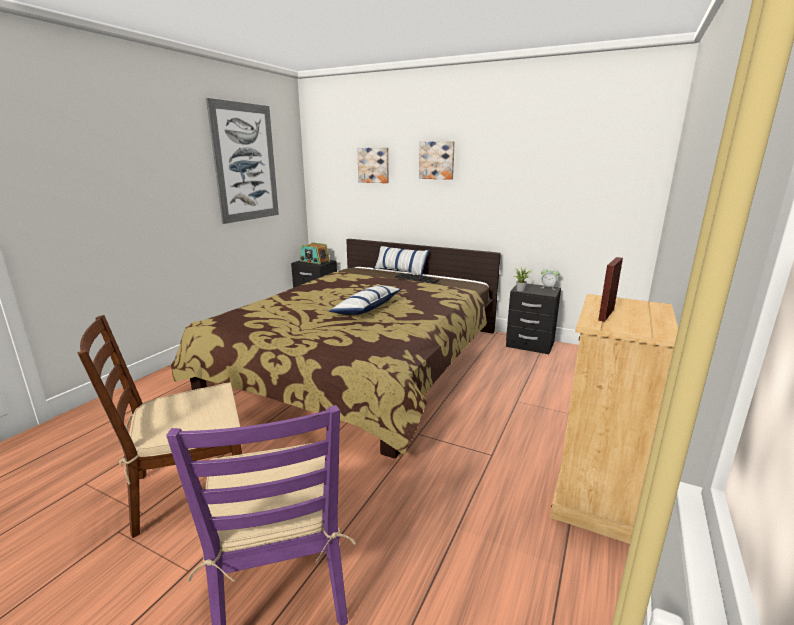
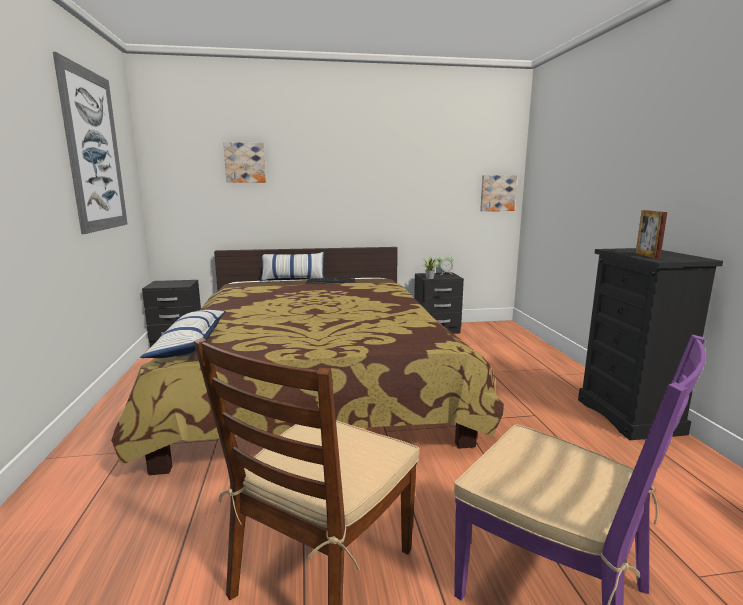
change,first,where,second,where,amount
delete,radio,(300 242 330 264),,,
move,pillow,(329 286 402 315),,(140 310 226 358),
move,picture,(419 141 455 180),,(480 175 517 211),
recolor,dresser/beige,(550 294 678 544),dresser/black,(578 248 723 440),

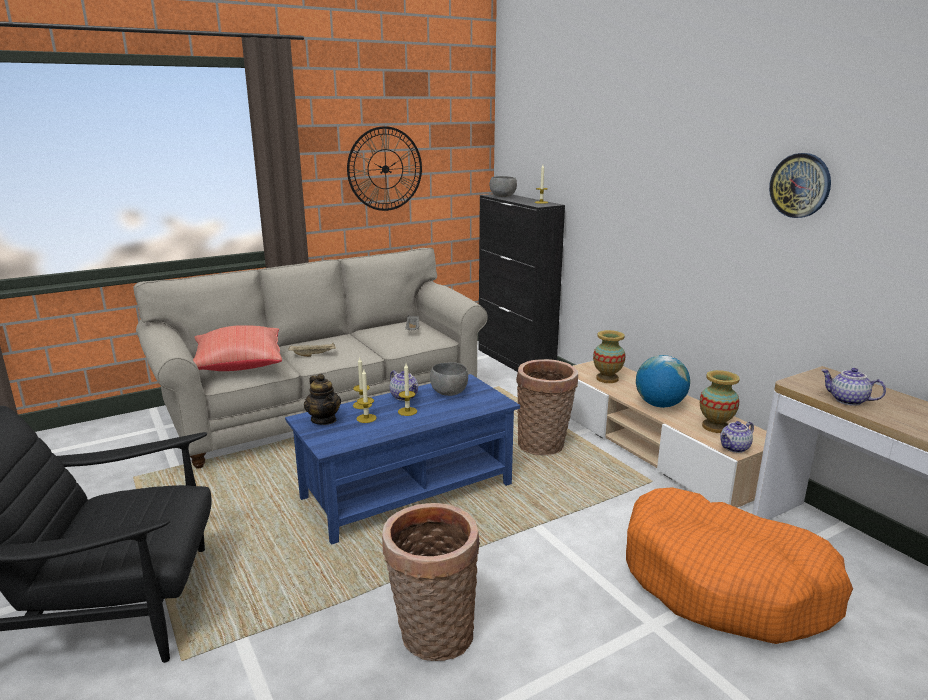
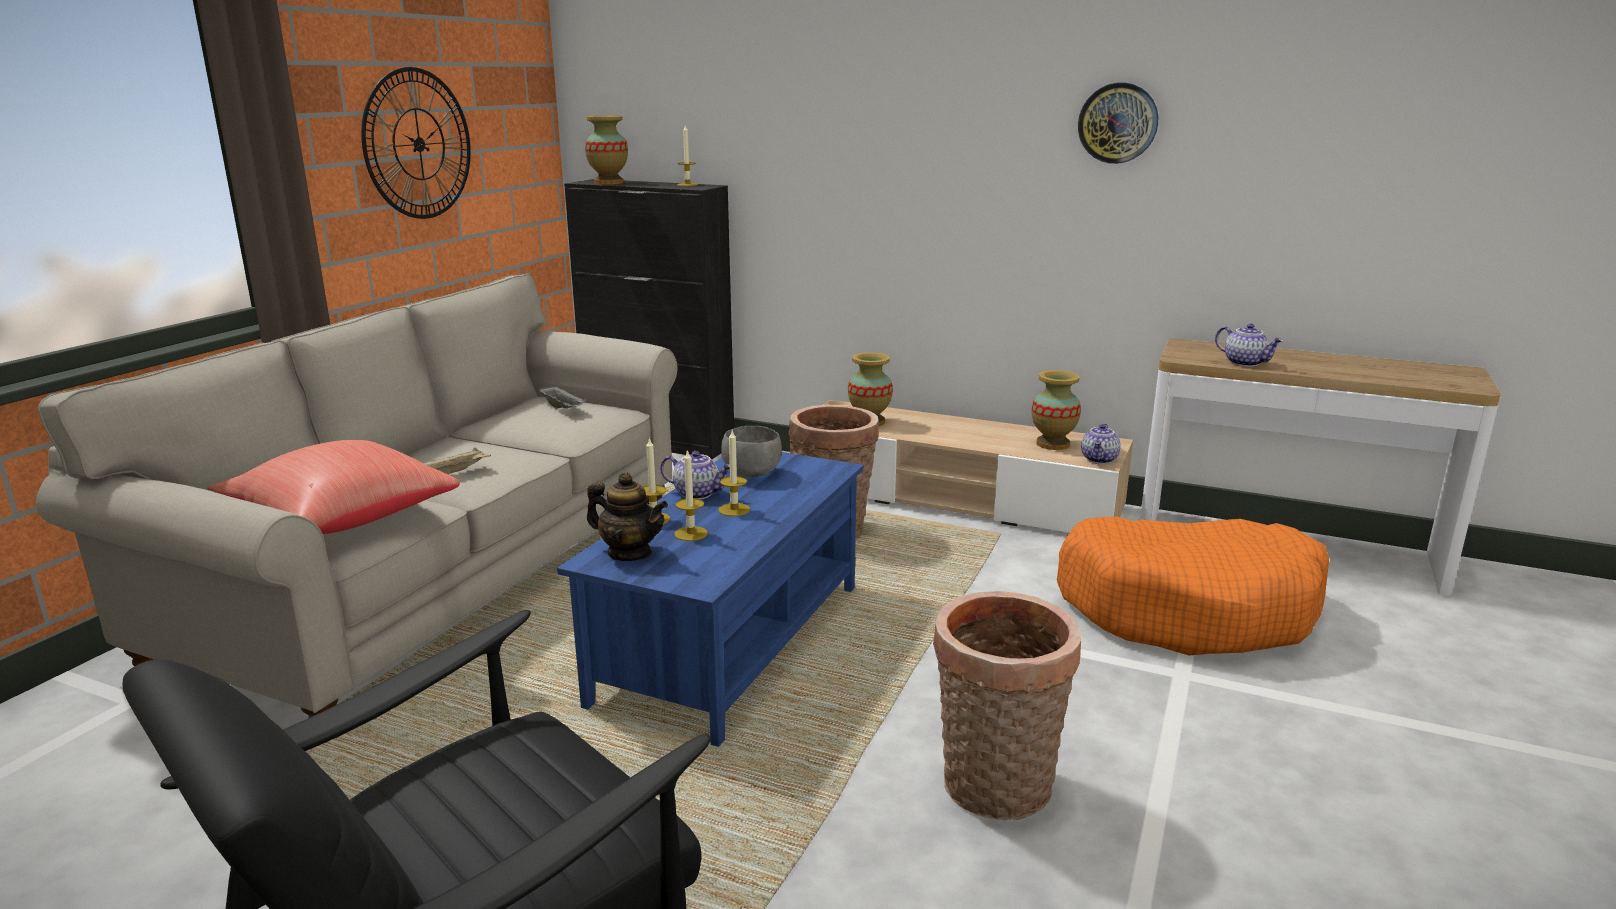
change,first,where,second,where,amount
delete,globe,(636 355 690 408),,,
replace,bowl/grey,(490 176 517 197),vase,(585 116 628 184),
rotate,teapot,(821 368 886 406),,(1215 324 1283 367),135 degrees counterclockwise

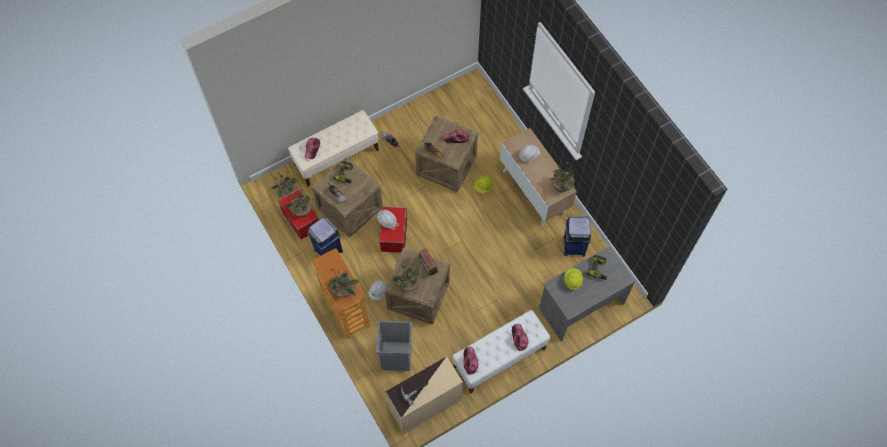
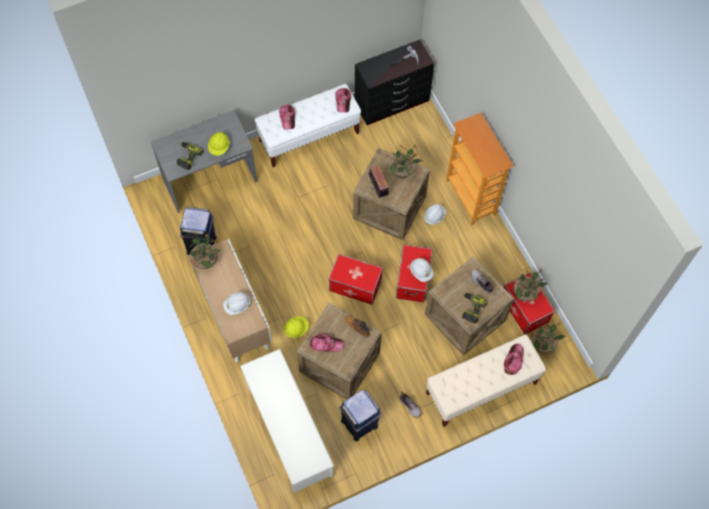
change,first,where,second,where,amount
delete,potted plant,(328 267 358 297),,,
delete,trash can/grey,(376 321 412 371),,,
insert,,,shoe rack/white,(240 349 334 493),
insert,,,storage box,(328 254 383 305),
move,trash can/blue,(307 217 343 256),,(339 389 382 442),
recolor,dresser/beige,(386 356 463 434),dresser/black,(355 40 434 125),

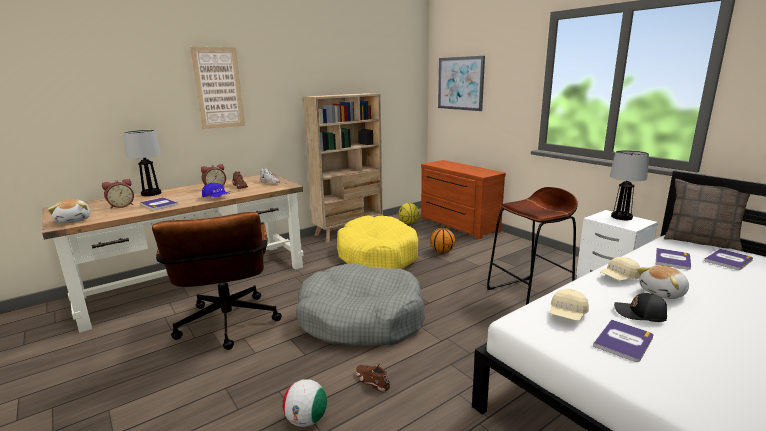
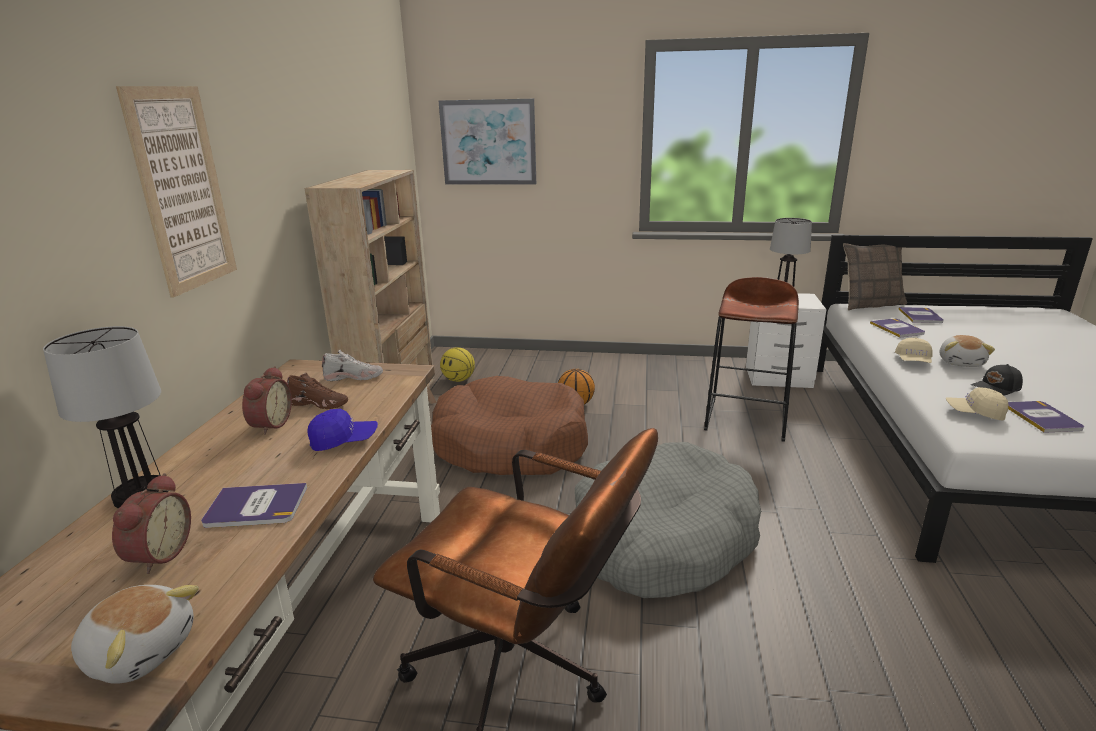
change,first,where,second,where,amount
delete,football,(283 380 327 427),,,
delete,shoe/brown,(356 364 390 392),,,
delete,dresser/brown,(421 160 506 239),,,
recolor,dog bed/yellow,(337 215 418 269),dog bed/brown,(431 376 588 475),
rotate,cap/beige,(550 289 589 321),,(946 387 1008 421),120 degrees clockwise

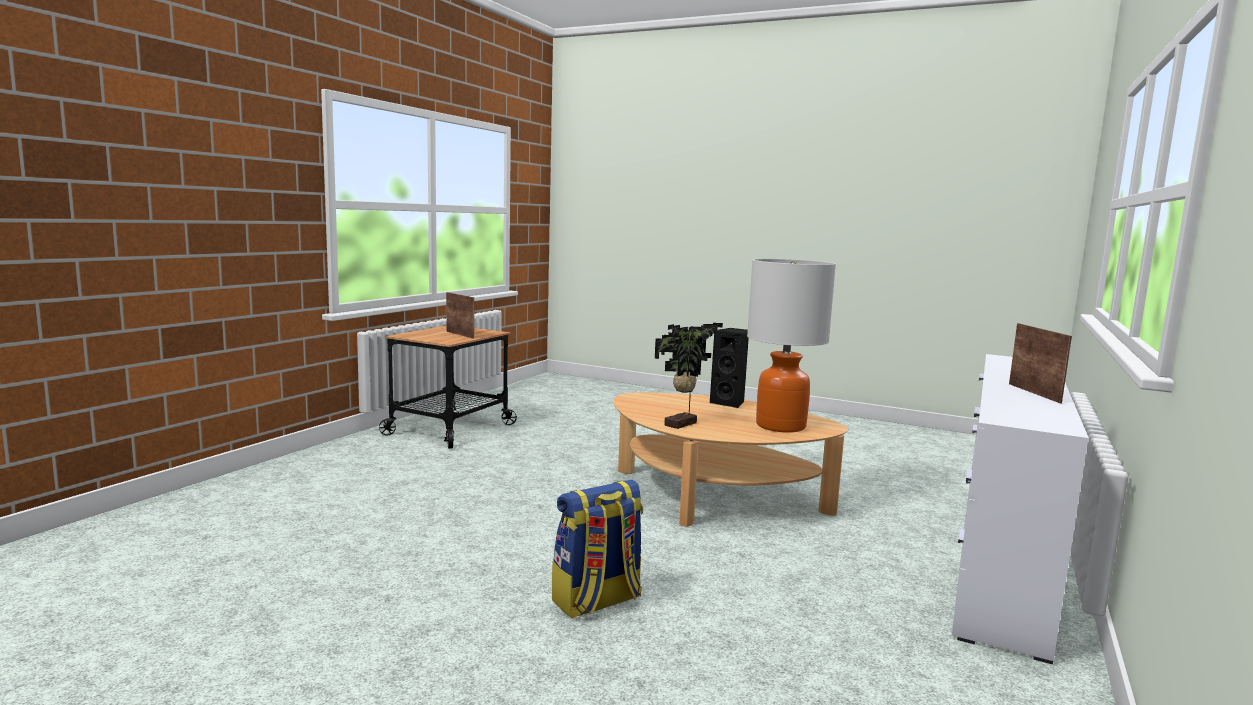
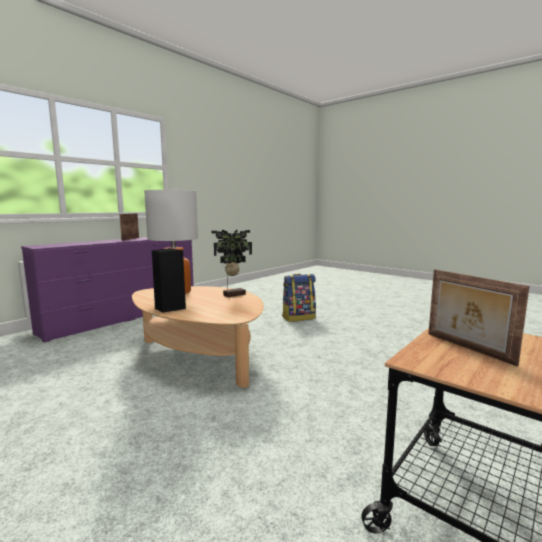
change,first,where,second,where,amount
recolor,dresser/white,(952 354 1089 665),dresser/purple,(21 237 194 343),

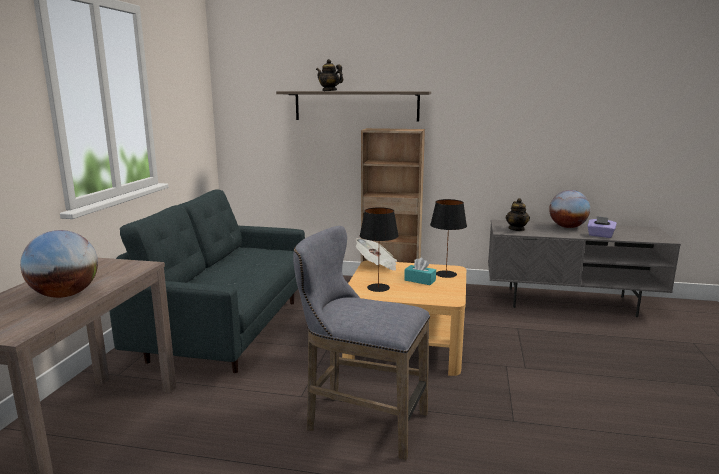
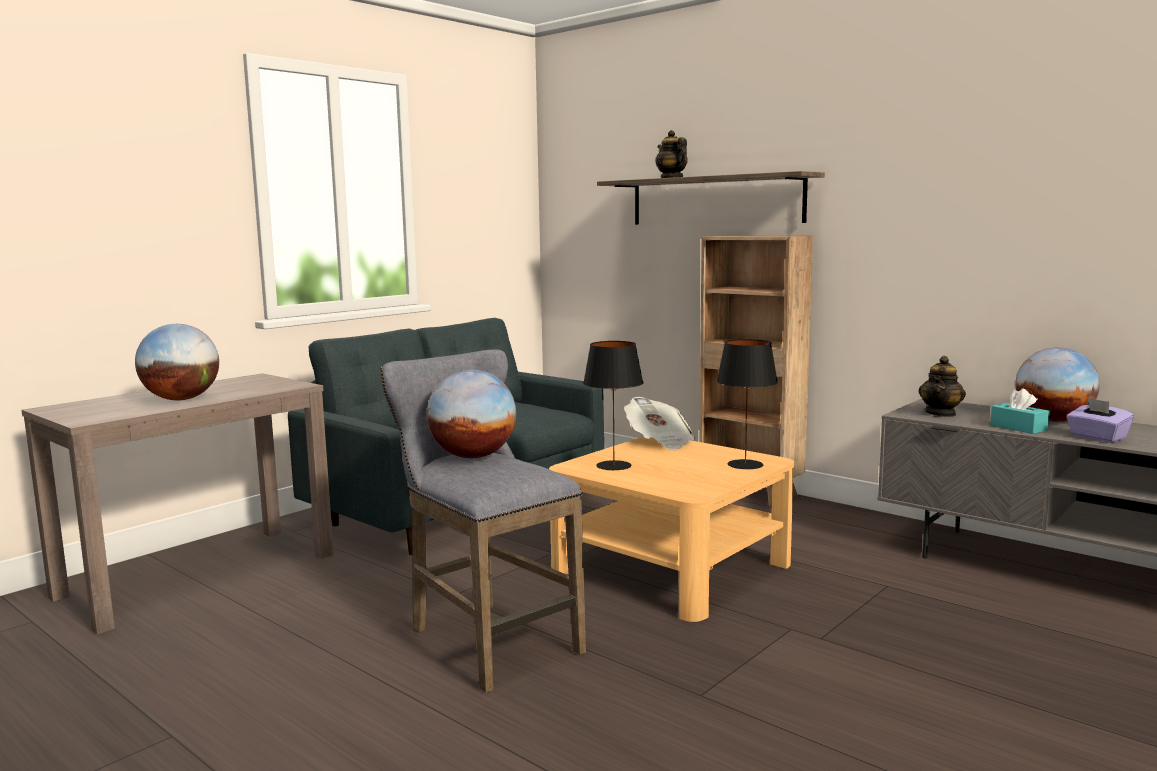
change,first,where,second,where,amount
insert,,,globe,(427 370 516 458),
move,tissue box/turquoise,(404 258 436 285),,(990 389 1050 434),

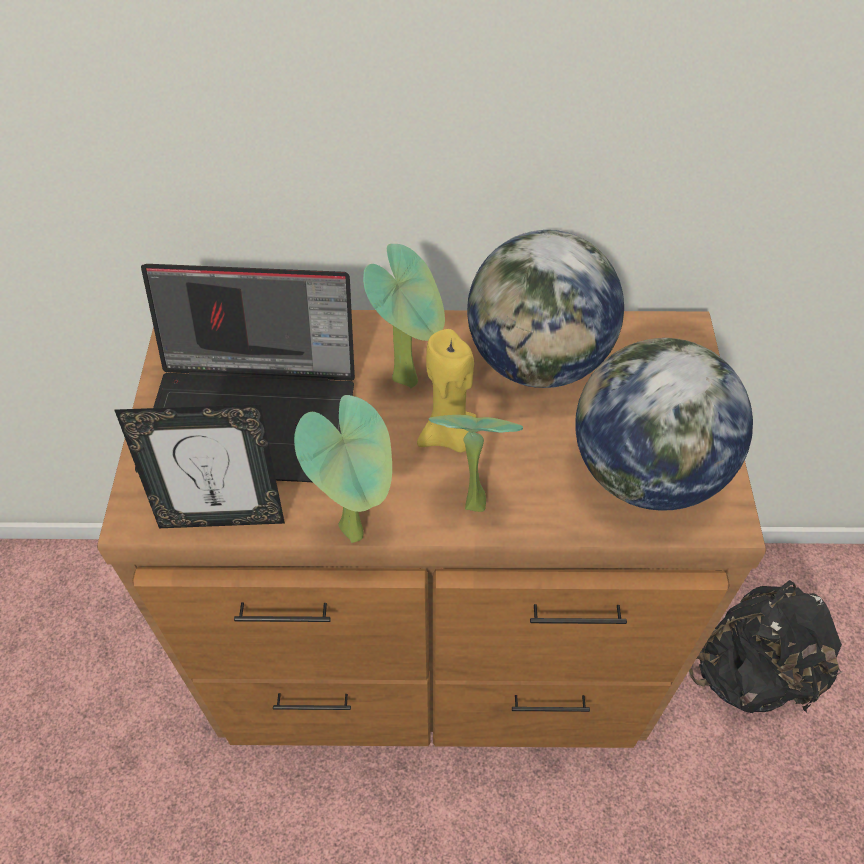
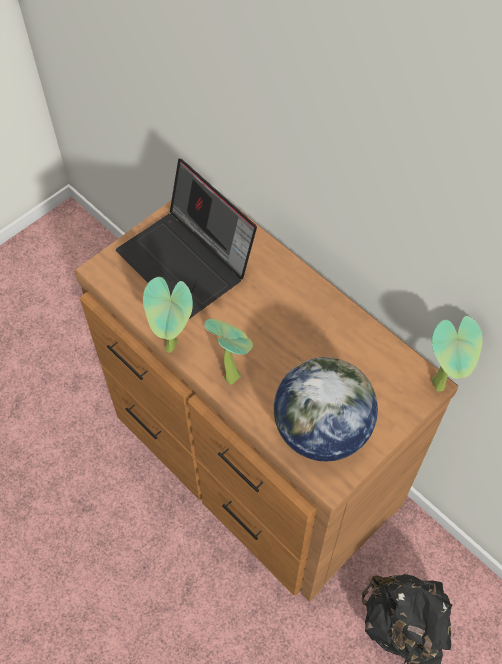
change,first,where,second,where,amount
delete,picture frame,(114 404 285 528),,,
delete,candle/yellow,(417 329 476 453),,,
delete,globe,(467 230 624 388),,,
move,potted plant,(363 244 445 388),,(432 316 483 391),

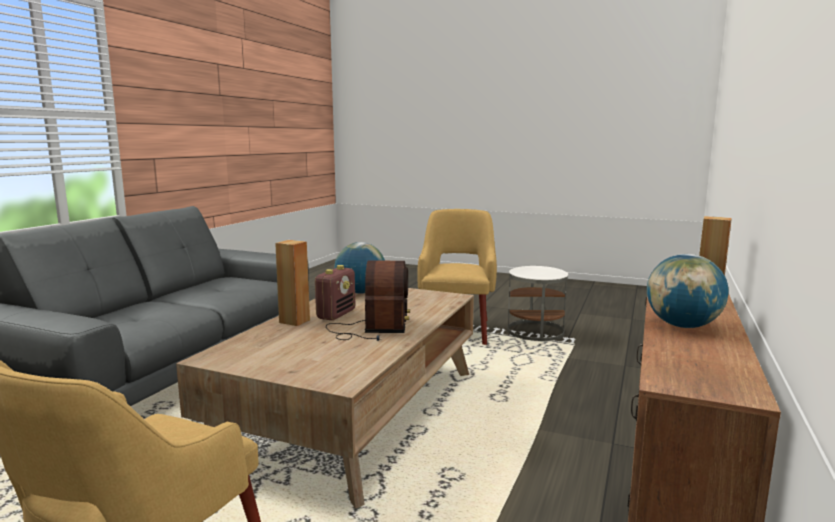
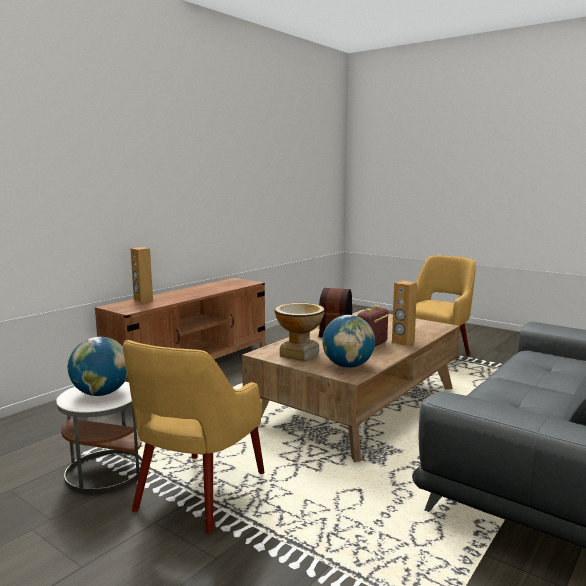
change,first,where,second,where,amount
insert,,,vase,(275 303 325 361),
move,globe,(647 254 729 328),,(68 337 128 396),

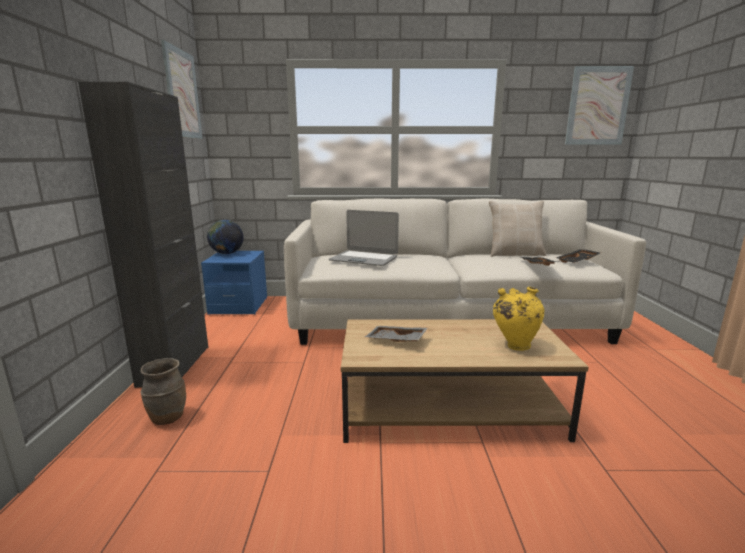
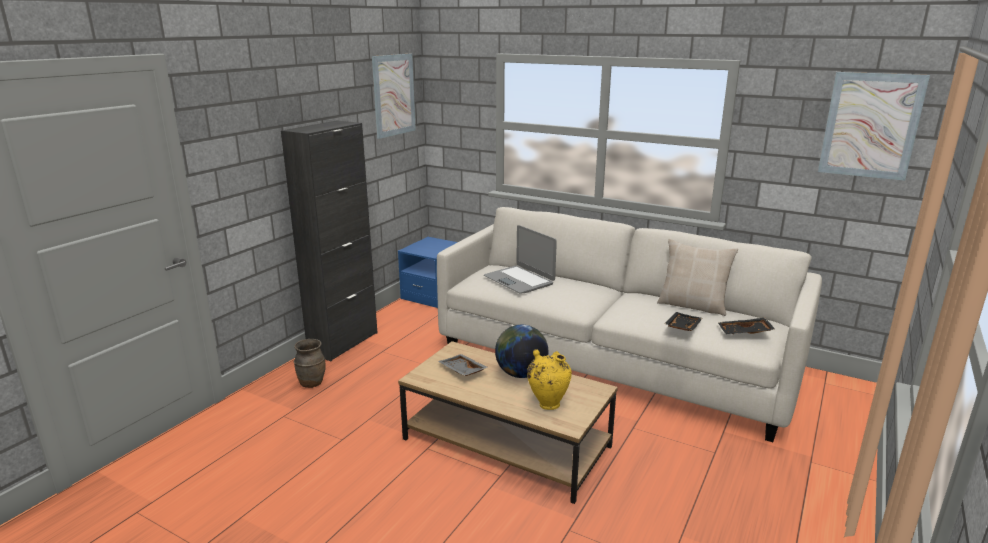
change,first,where,second,where,amount
move,globe,(207 220 244 254),,(495 325 548 378),

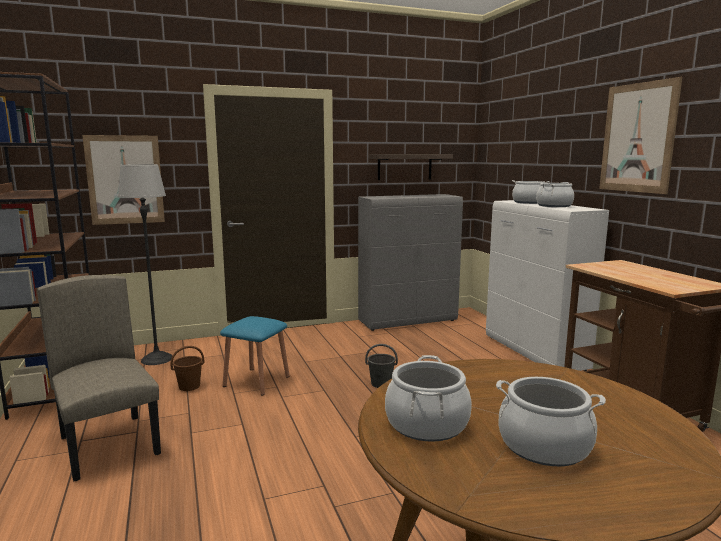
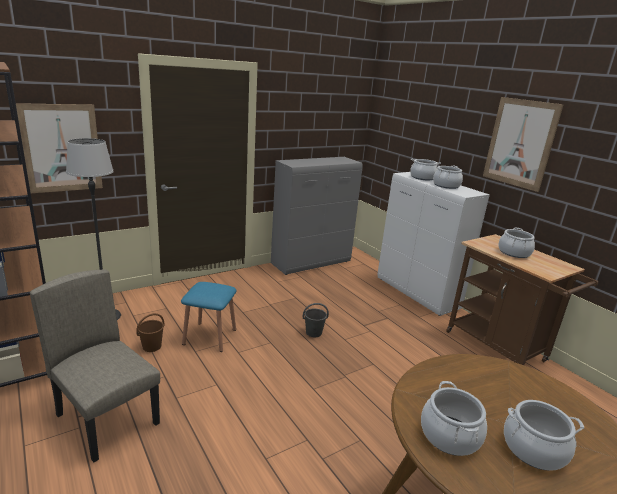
change,first,where,second,where,amount
delete,shelf,(369 154 453 180),,,
insert,,,cooking pot,(499 228 535 258),

